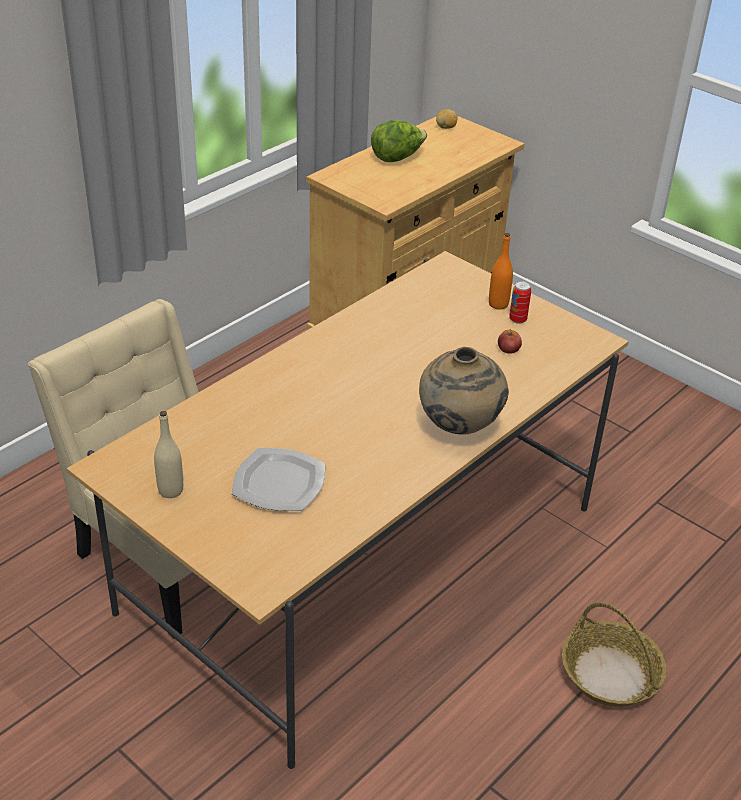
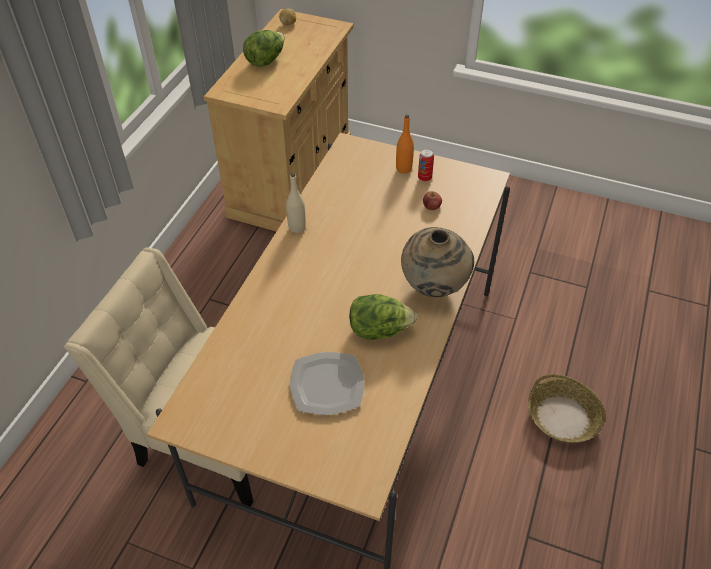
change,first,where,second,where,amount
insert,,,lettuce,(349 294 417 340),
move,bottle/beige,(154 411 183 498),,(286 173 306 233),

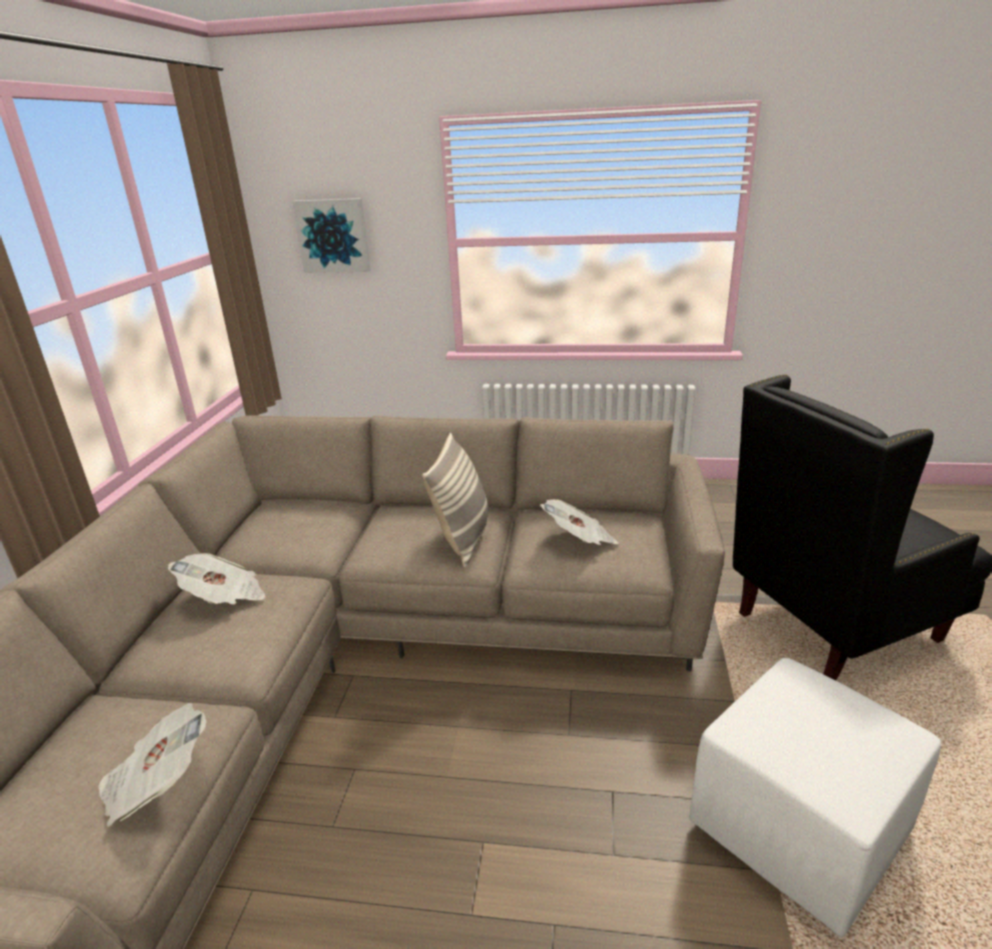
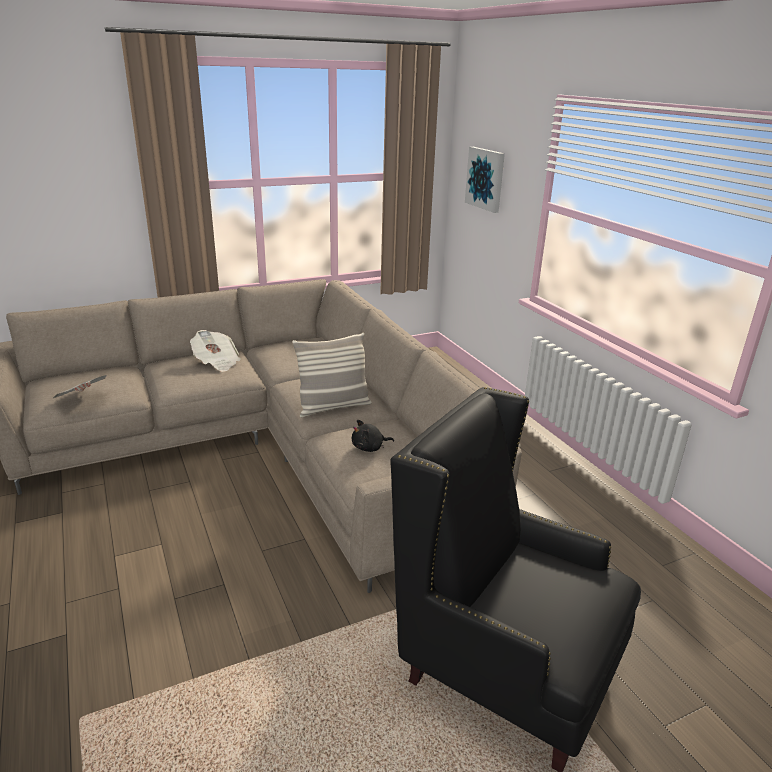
change,first,where,second,where,amount
delete,ottoman/white,(689 658 941 938),,,
replace,newspaper,(540 499 619 545),plush toy/black,(352 420 394 452),

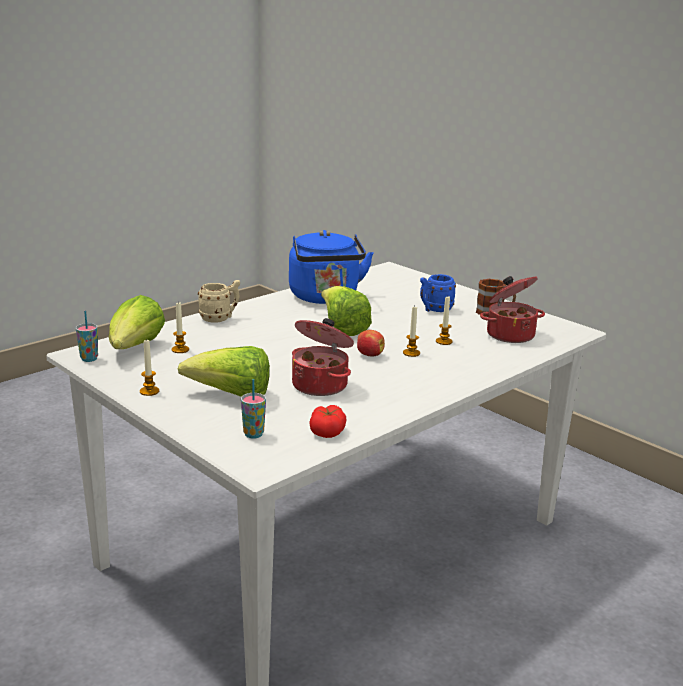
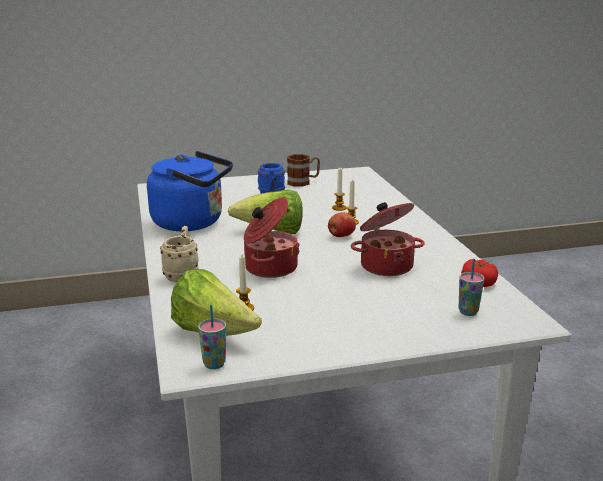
change,first,where,second,where,amount
delete,candle,(140 338 159 396),,,
delete,lettuce,(178 346 270 397),,,
move,cooking pot,(480 276 545 343),,(244 197 300 278),

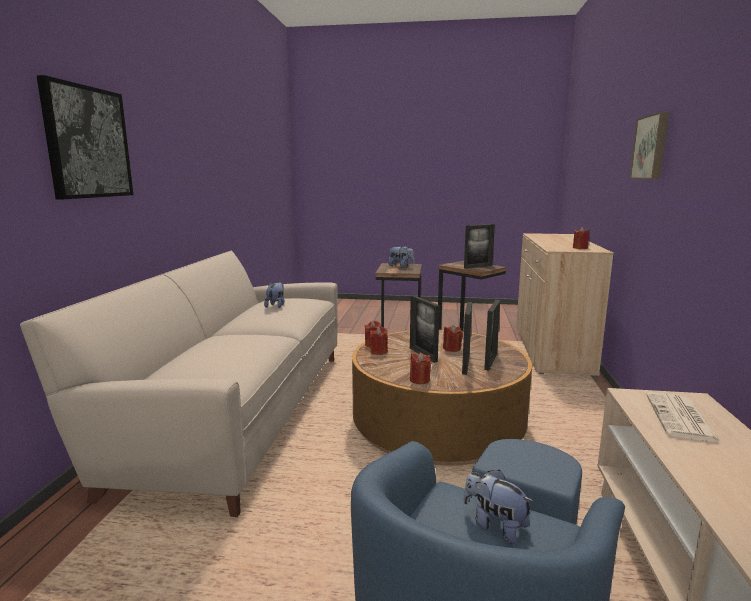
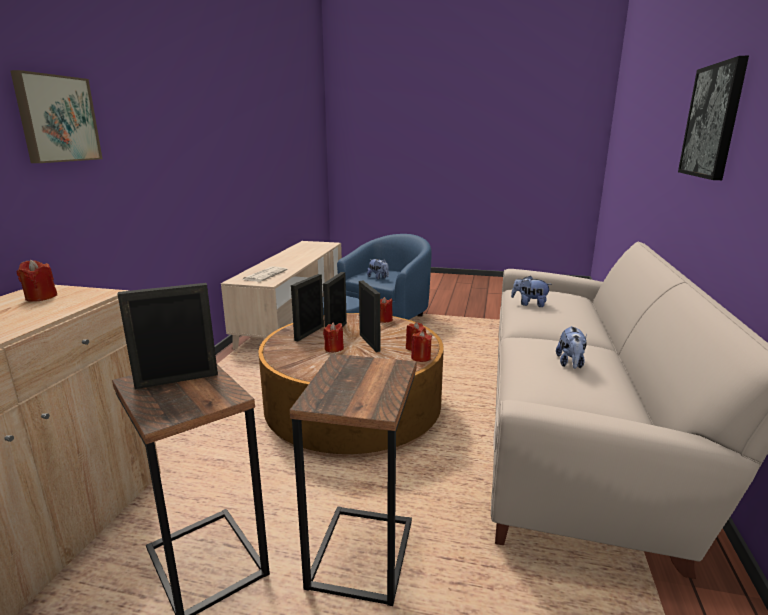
change,first,where,second,where,amount
move,plush toy,(387 246 415 267),,(511 276 552 307),

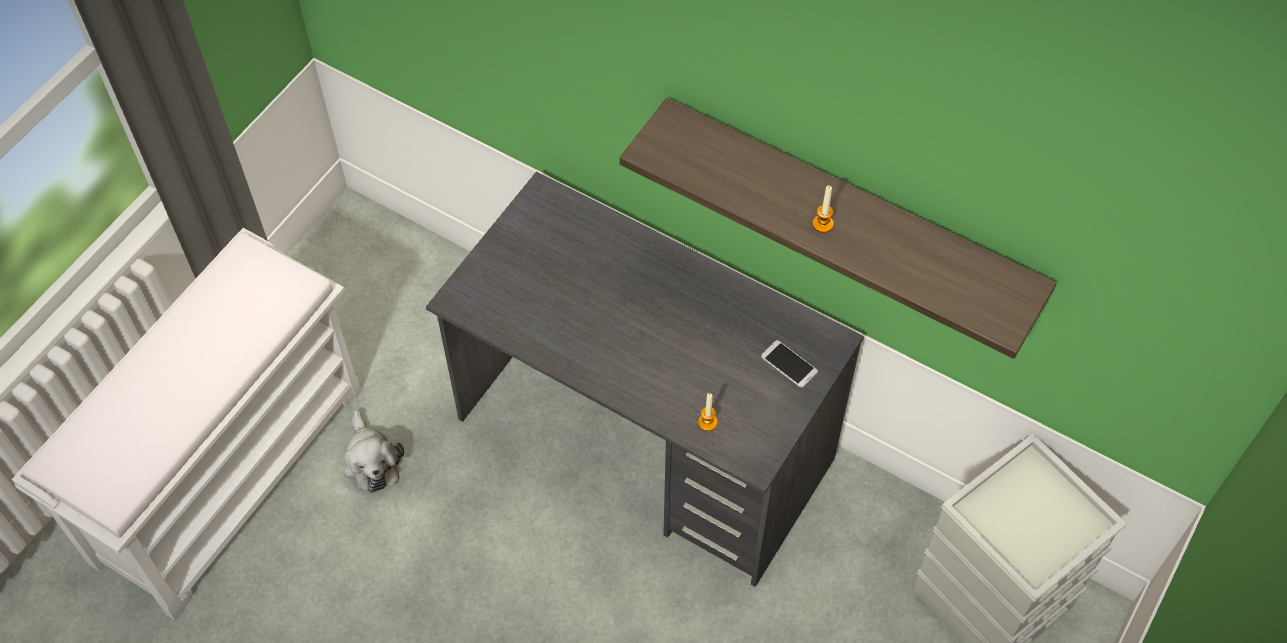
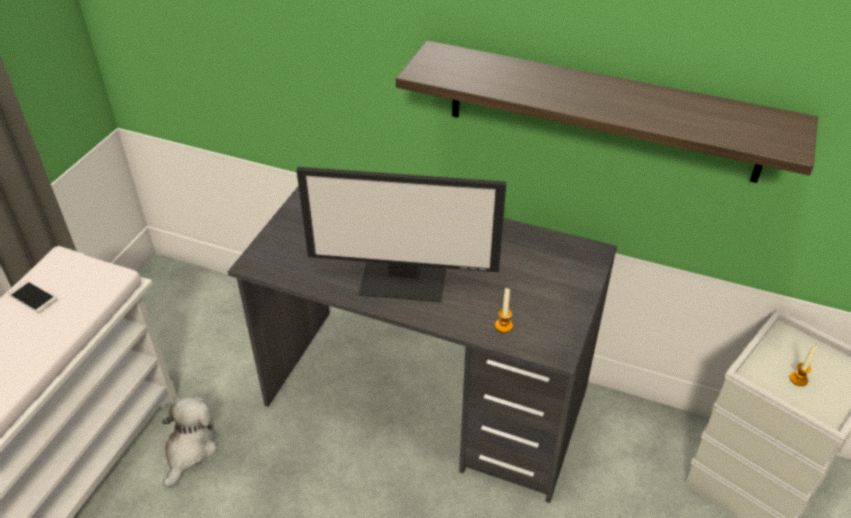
change,first,where,second,where,amount
insert,,,monitor,(296 167 507 302),
move,phone,(761 340 818 388),,(8 281 57 313),
move,candle,(812 185 834 233),,(789 344 818 386),
rotate,plush toy,(343 410 404 493),,(162 396 218 488),135 degrees counterclockwise

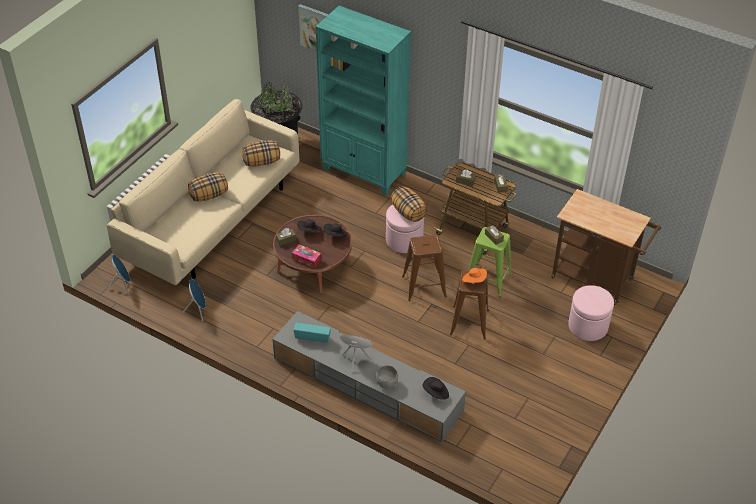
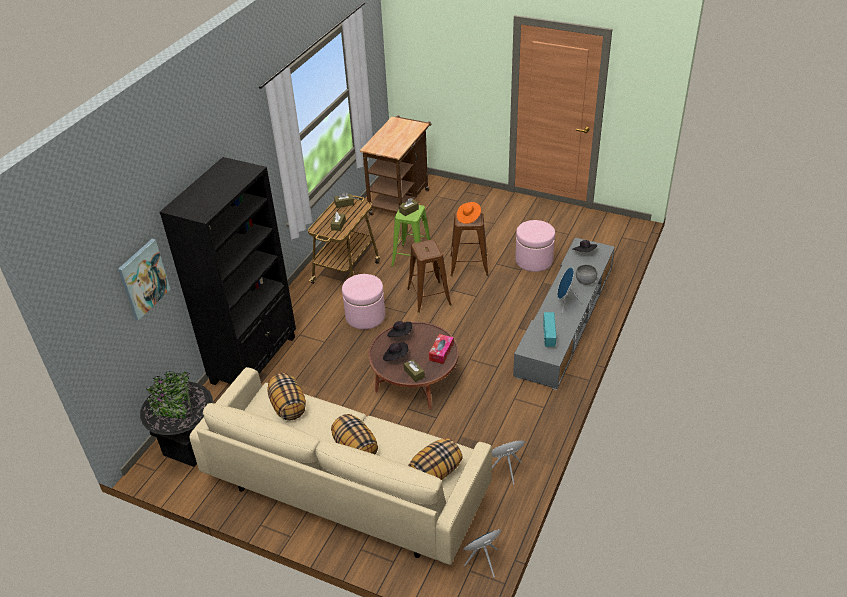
change,first,where,second,where,amount
move,pillow,(391 186 427 222),,(408 438 463 480),
move,ottoman/pink,(568 285 614 341),,(515 220 555 272),
recolor,bookcase/turquoise,(316 6 411 195),bookcase/black,(160 157 296 385),

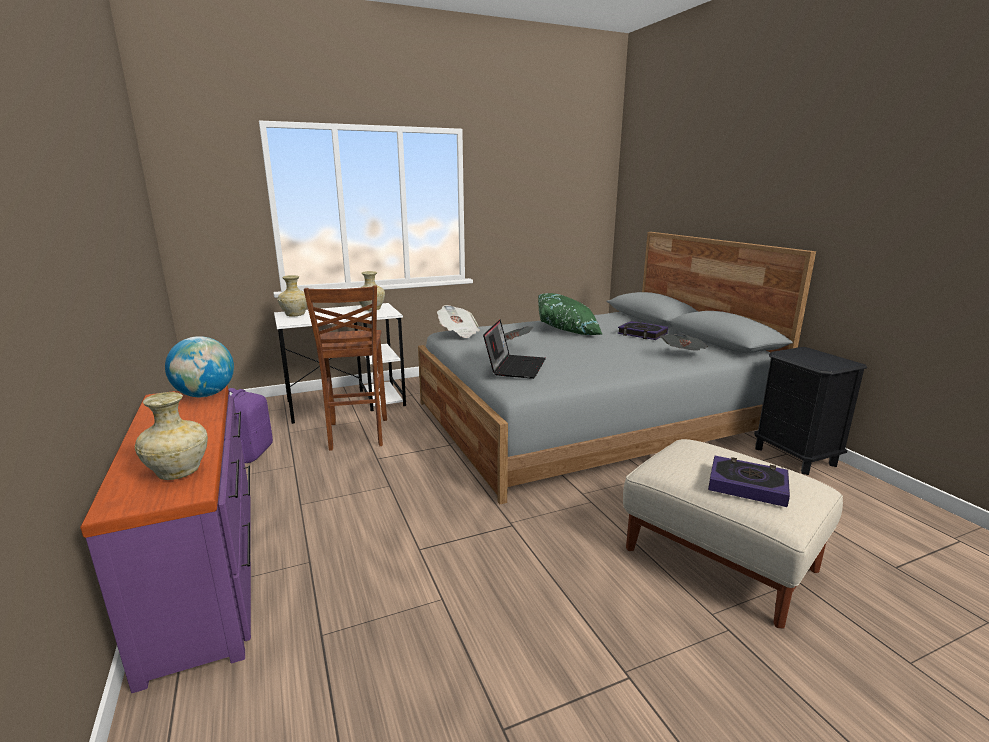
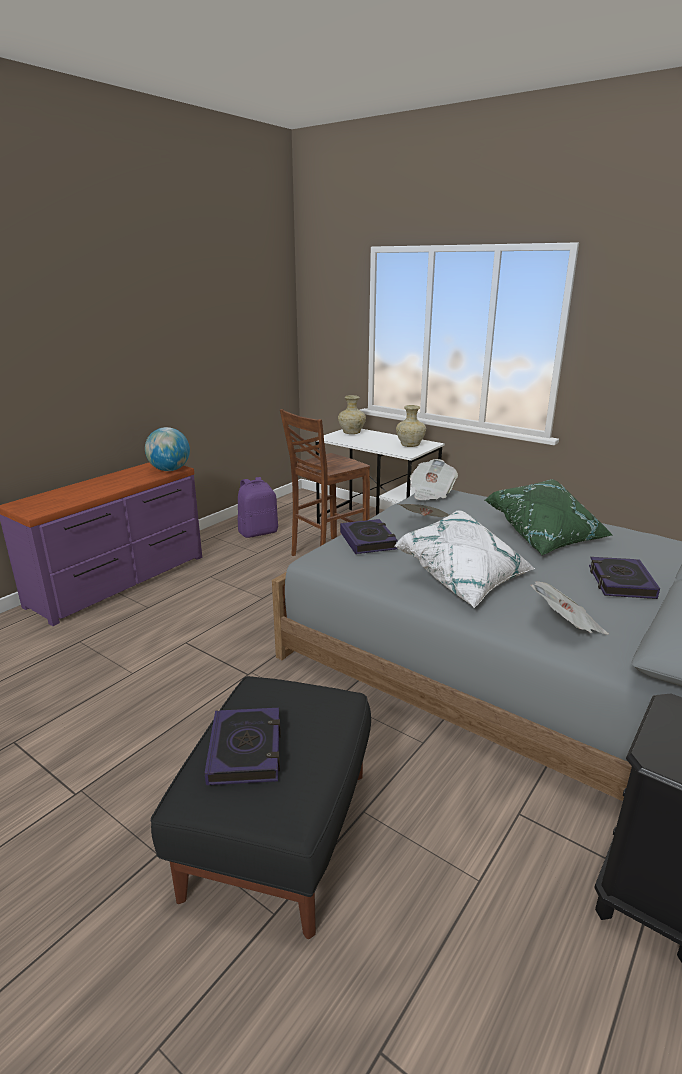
change,first,where,second,where,amount
delete,vase/beige,(135 392 208 480),,,
insert,,,pillow/white,(395 510 535 608),
replace,laptop,(483 320 546 379),book,(340 519 398 554),
recolor,ottoman/beige,(623 439 843 629),ottoman/black,(151 676 371 939),

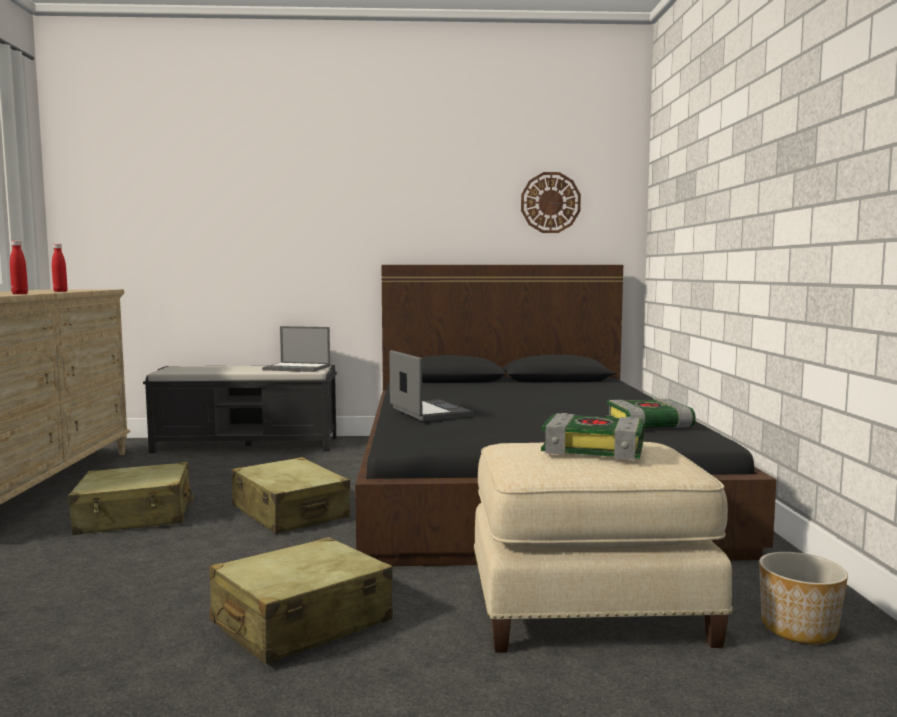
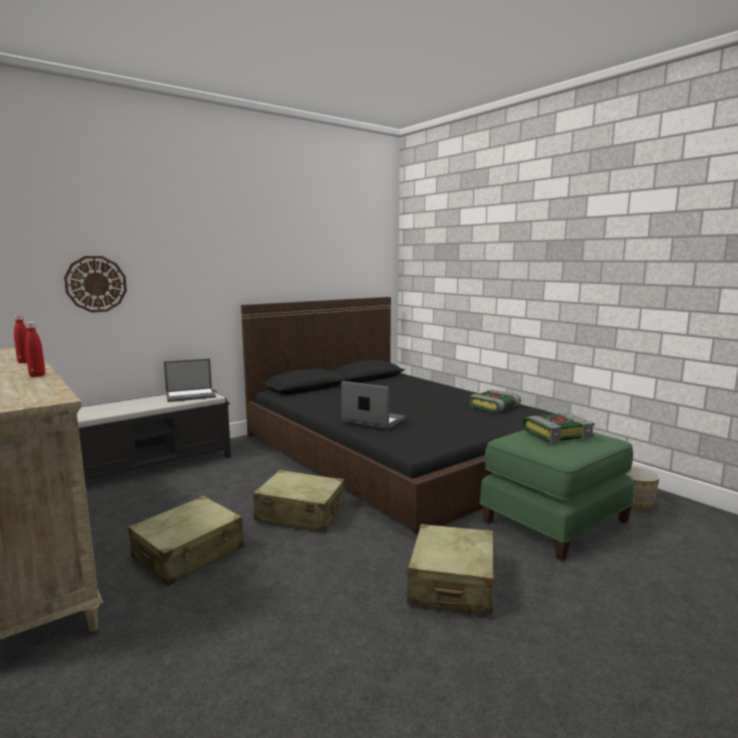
change,first,where,second,where,amount
move,wall clock,(521 172 581 233),,(64 256 127 313),
recolor,ottoman/beige,(473 442 733 653),ottoman/green,(480 430 634 561),

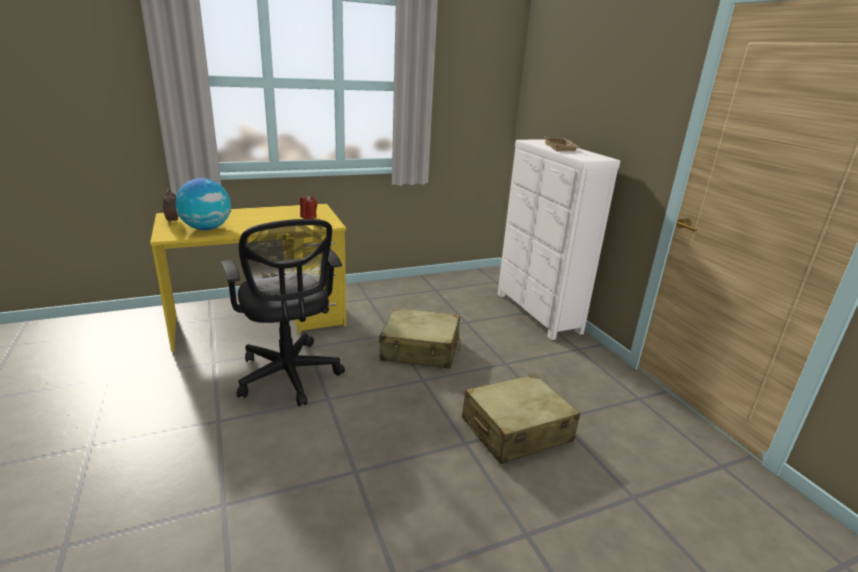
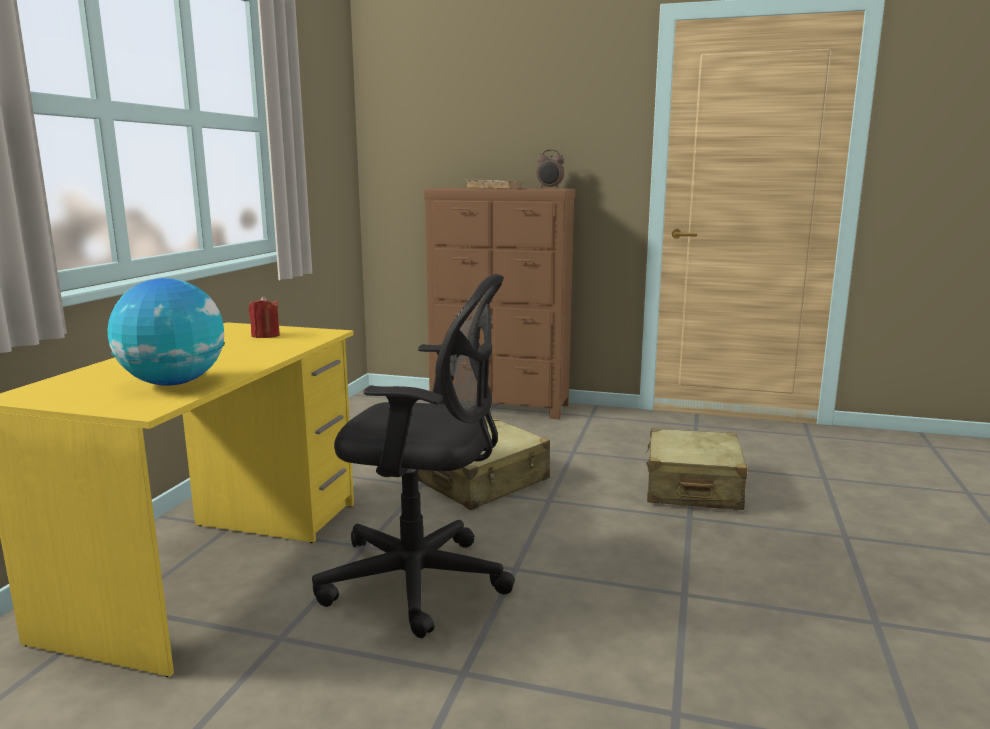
change,first,where,second,where,amount
move,alarm clock,(163 189 178 224),,(537 150 564 189),
recolor,dresser/white,(498 139 620 340),dresser/brown,(424 188 575 419),

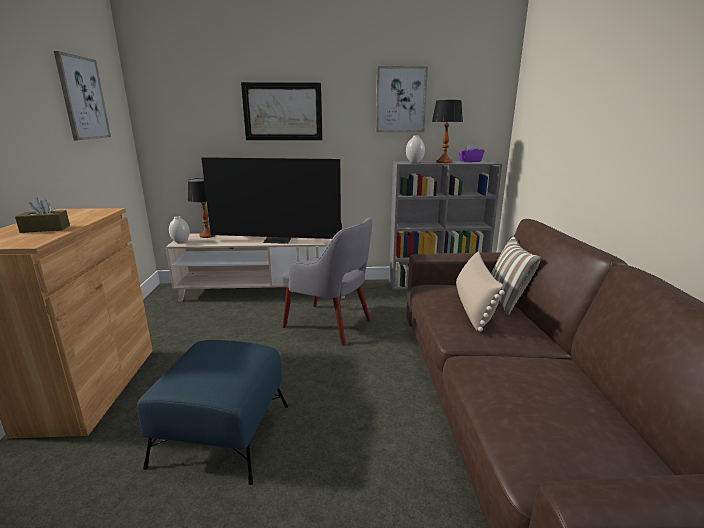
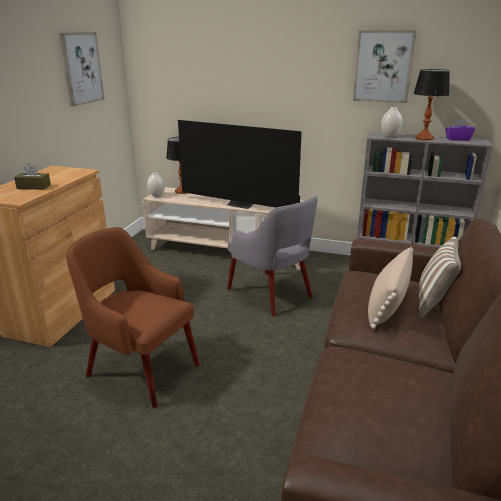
change,first,where,second,where,amount
delete,picture,(241 82 322 140),,,
replace,ottoman/blue,(137 340 288 485),armchair/brown,(66 227 200 408),

